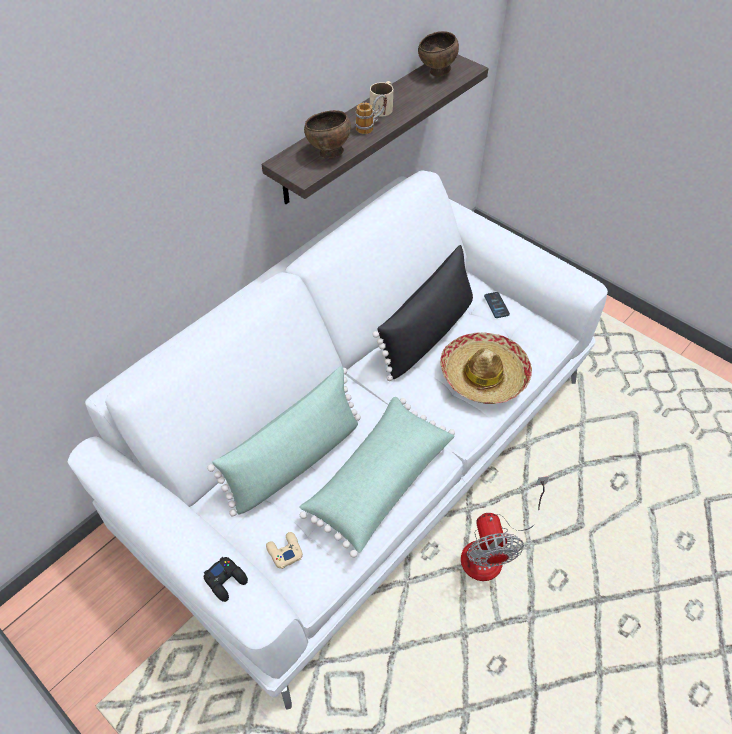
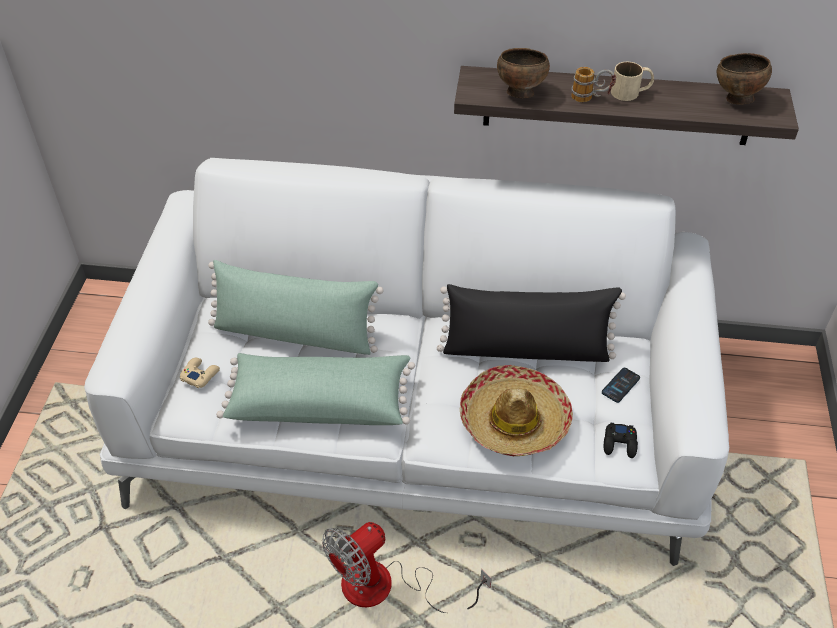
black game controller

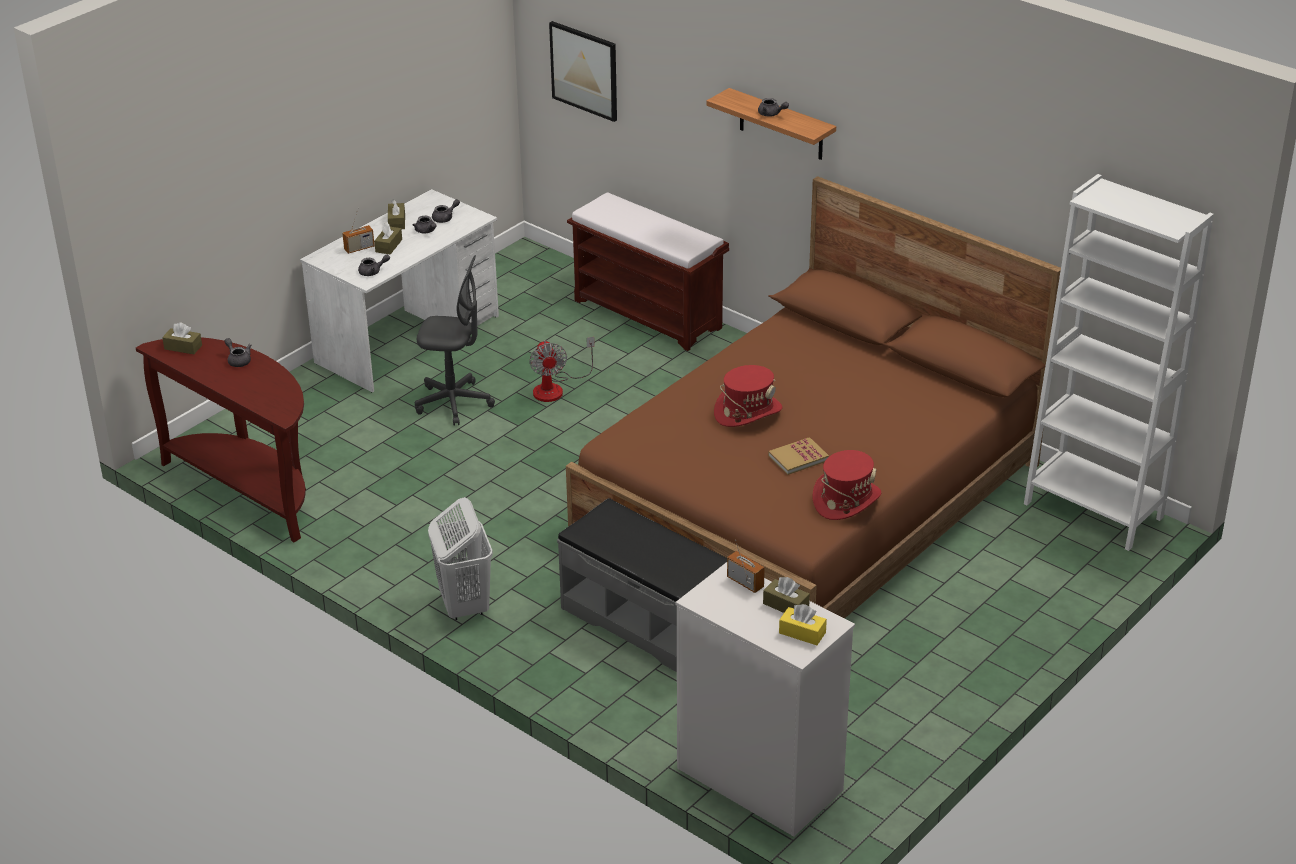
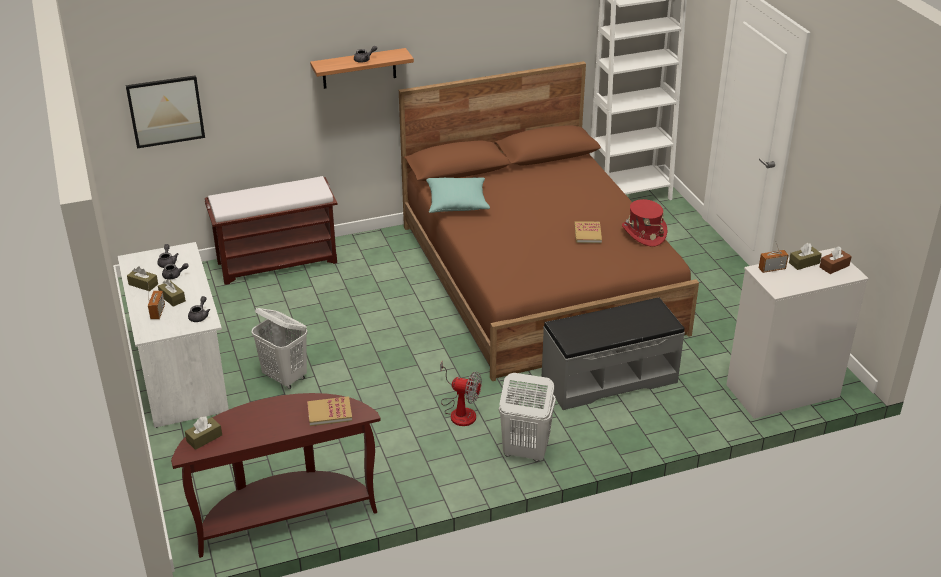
grey teapot (1st from left in the first image); white laundry basket (1st from left); fan; red hat (1st from left in the first image); brown tissue box (5th from left); book (1st from left); turquoise pillow

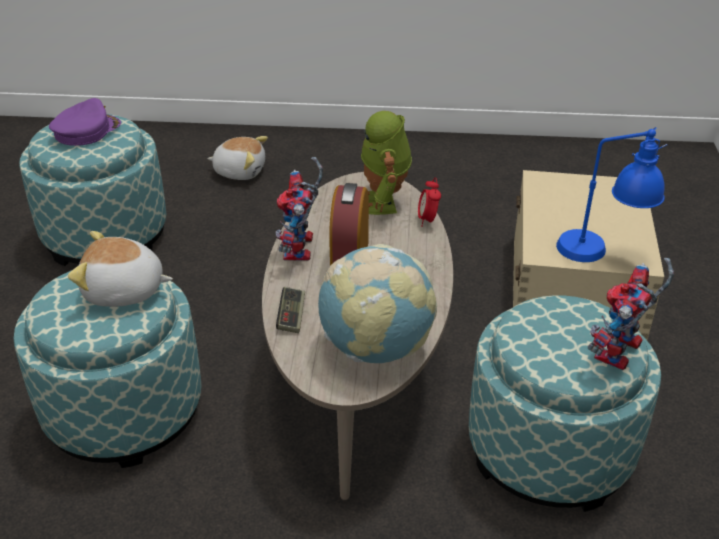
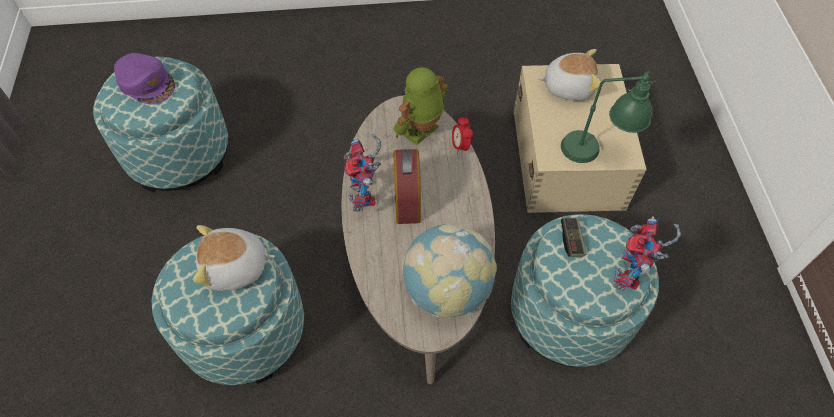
purple cap; plush toy (2nd from left); game controller; toy robot (2nd from left); green table lamp

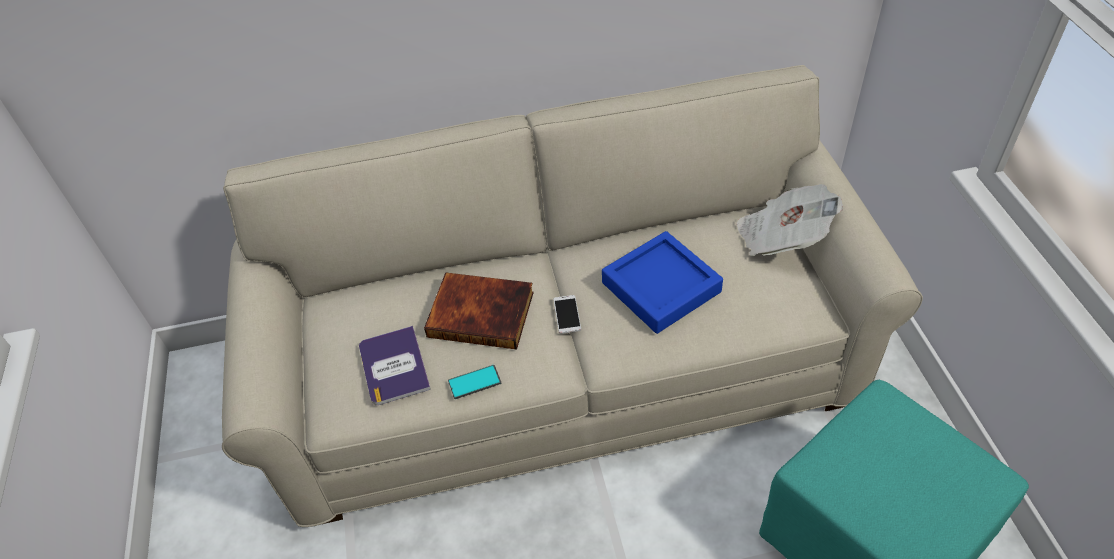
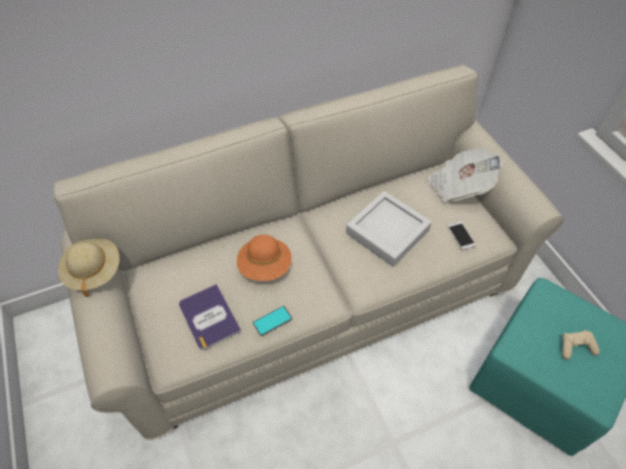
orange hat; phone (2nd from left); grey tray; beige hat; beige game controller

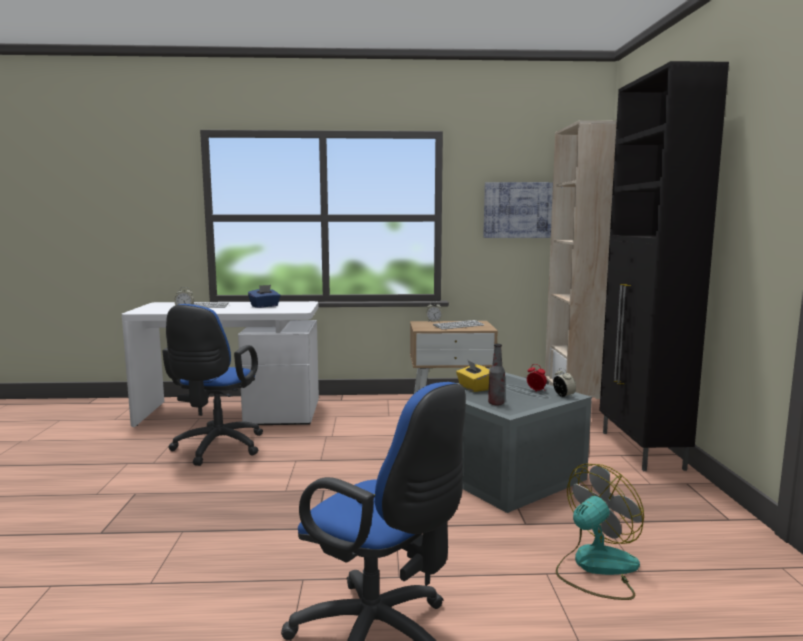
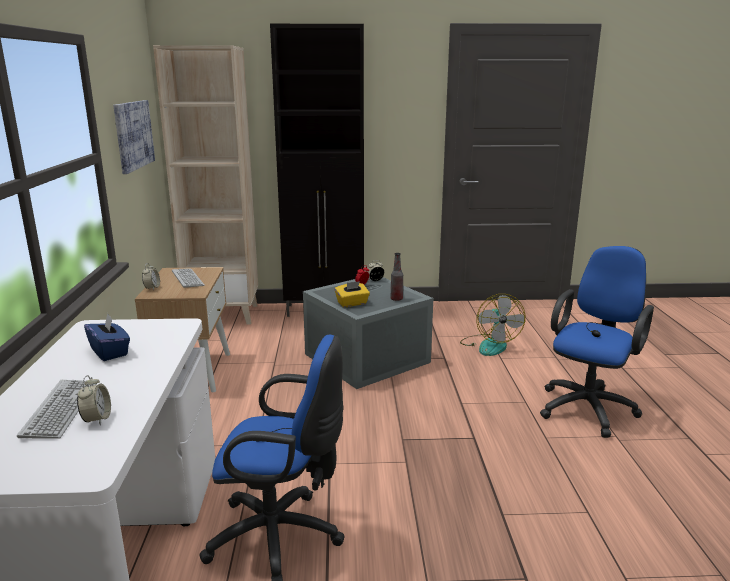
fan

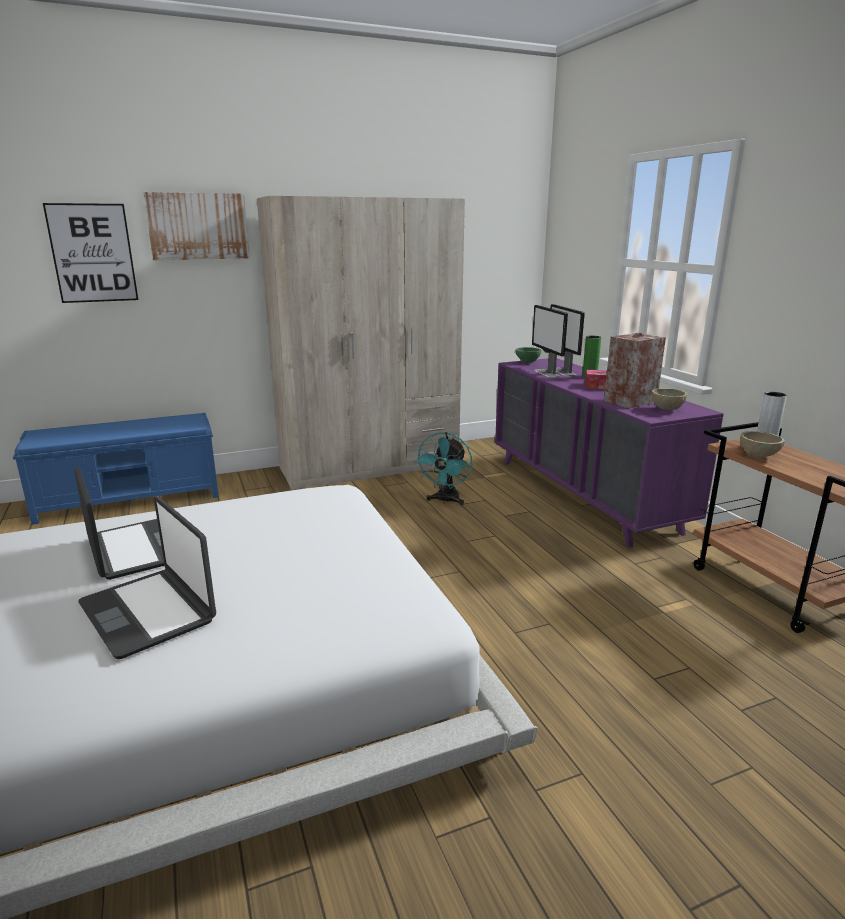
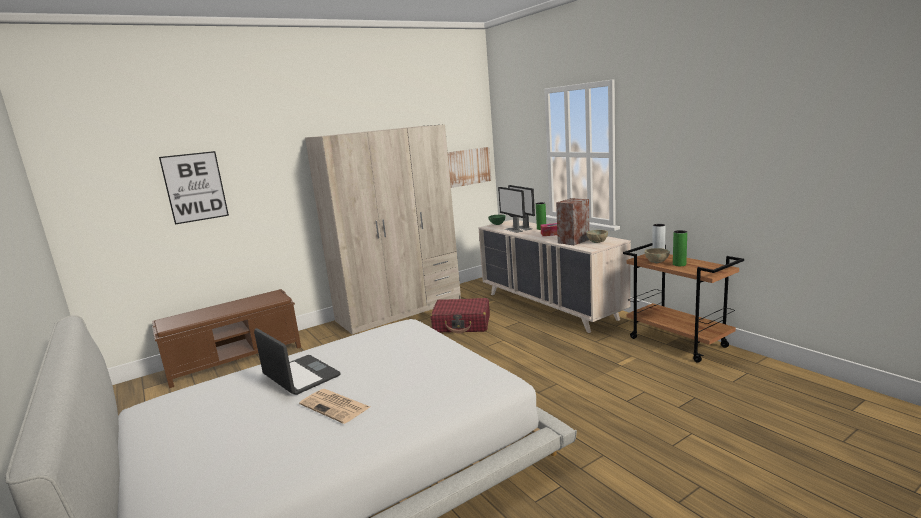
brown bench; newspaper; picture (2nd from left); red suitcase; beige dresser; green vase (2nd from left)

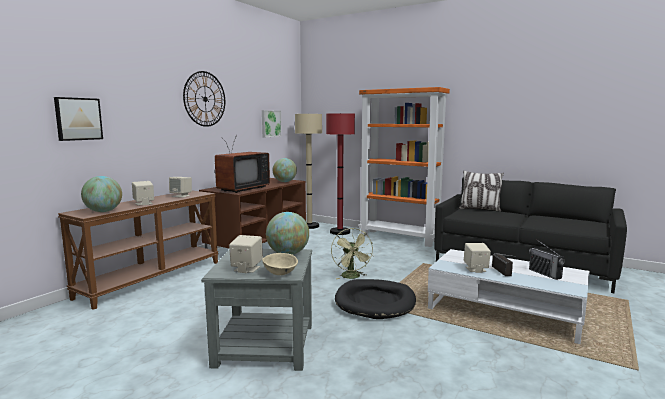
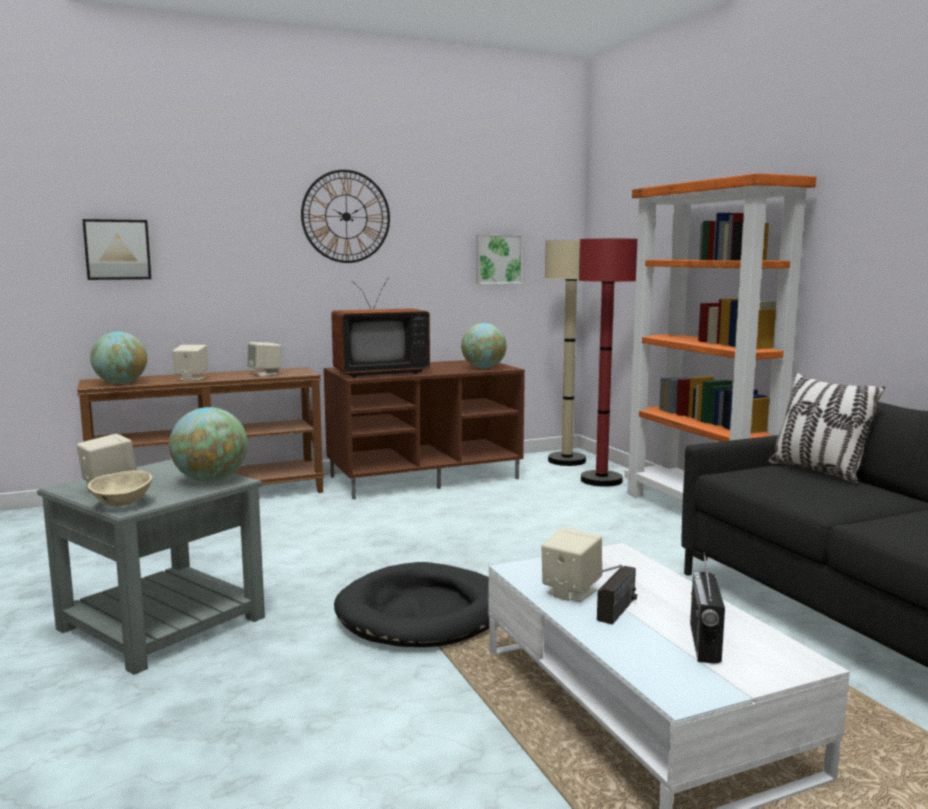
green fan

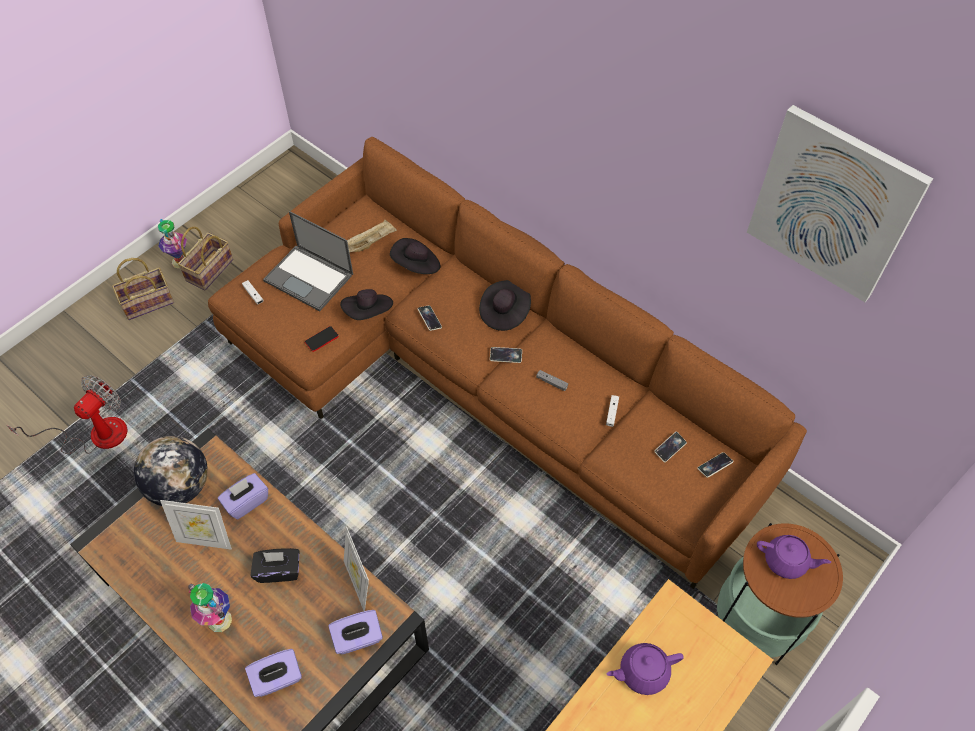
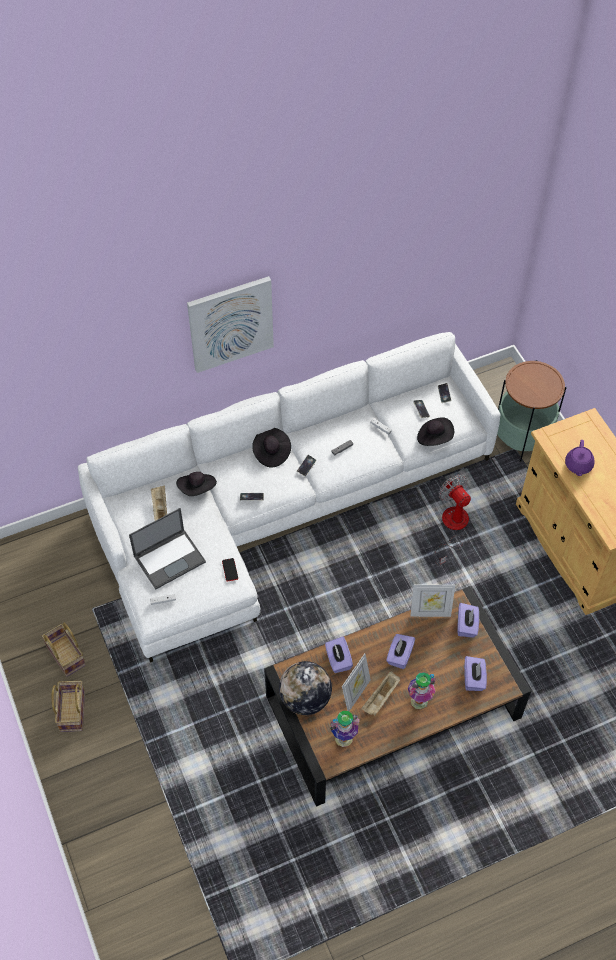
fan; vase (1st from left); white sofa; purple tissue box (2nd from left); black hat (3rd from left); picture; purple teapot (2nd from left in the first image); beige tray (2nd from left)

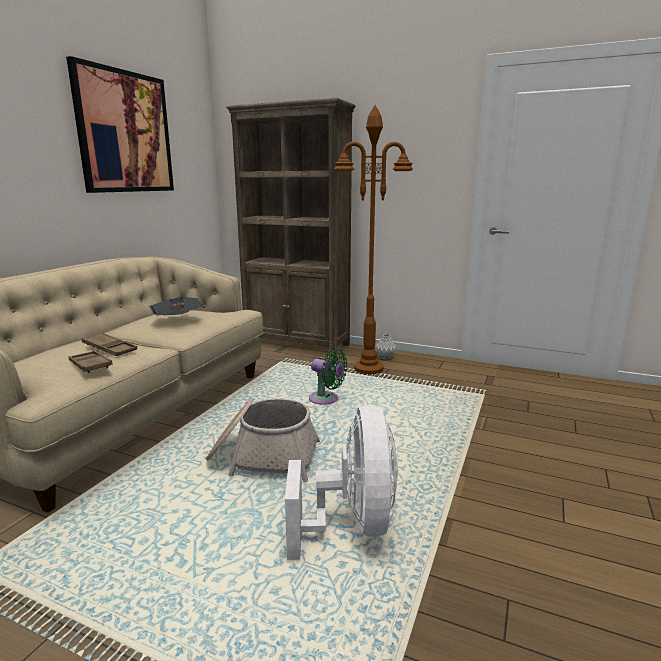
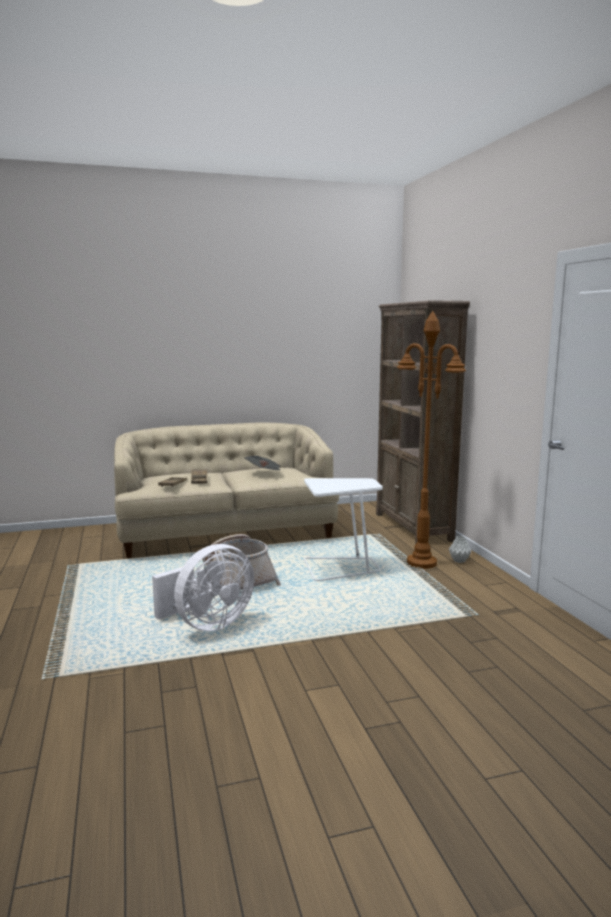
picture; white side table

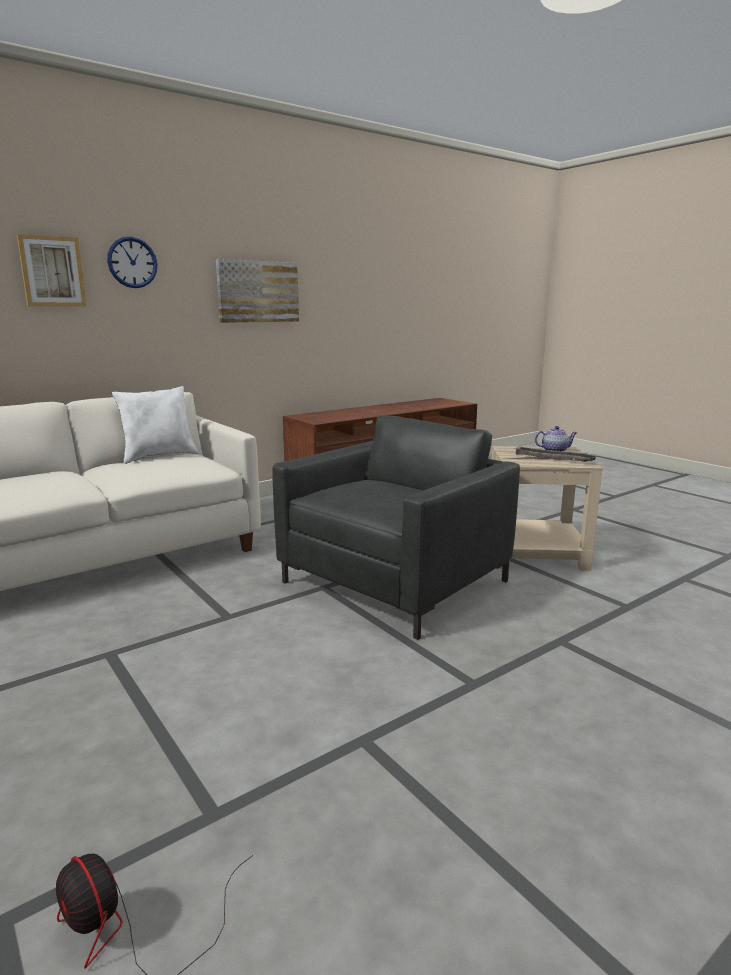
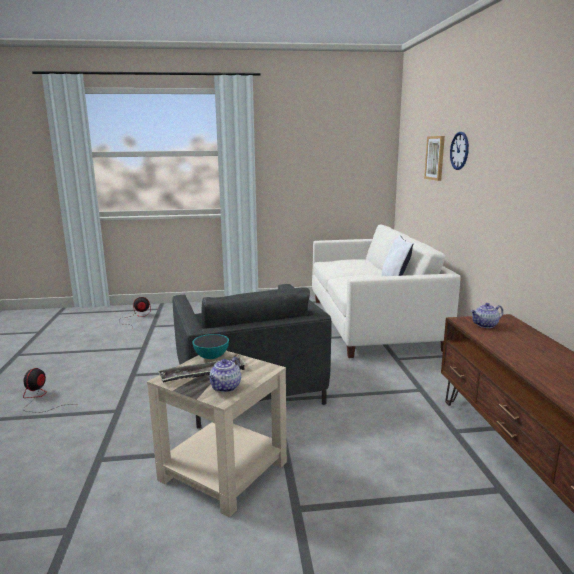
picture (2nd from left in the first image); fan (1st from left); bowl; teapot (2nd from left)

